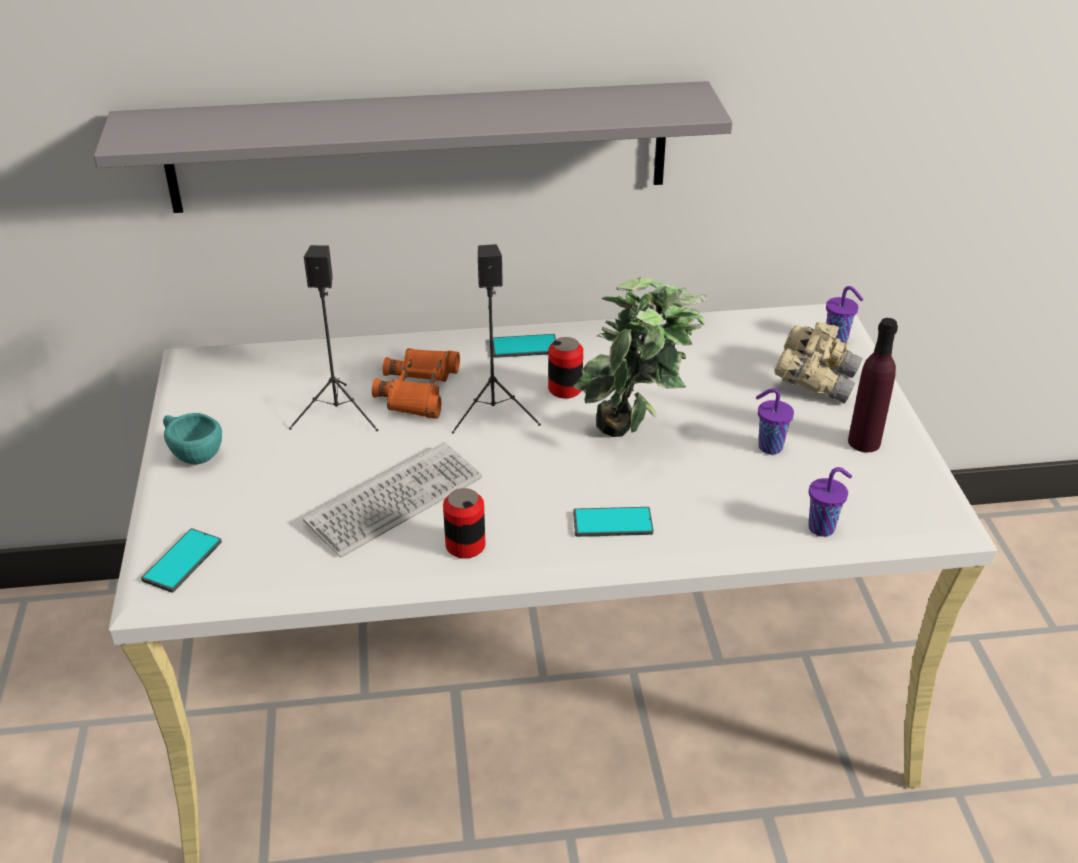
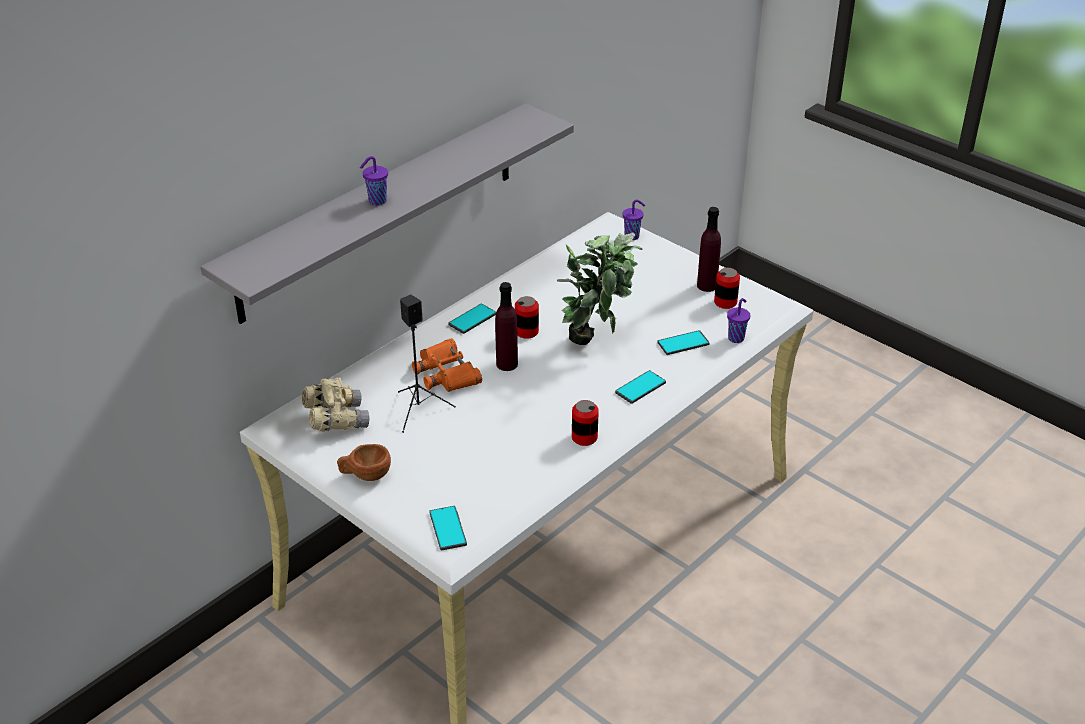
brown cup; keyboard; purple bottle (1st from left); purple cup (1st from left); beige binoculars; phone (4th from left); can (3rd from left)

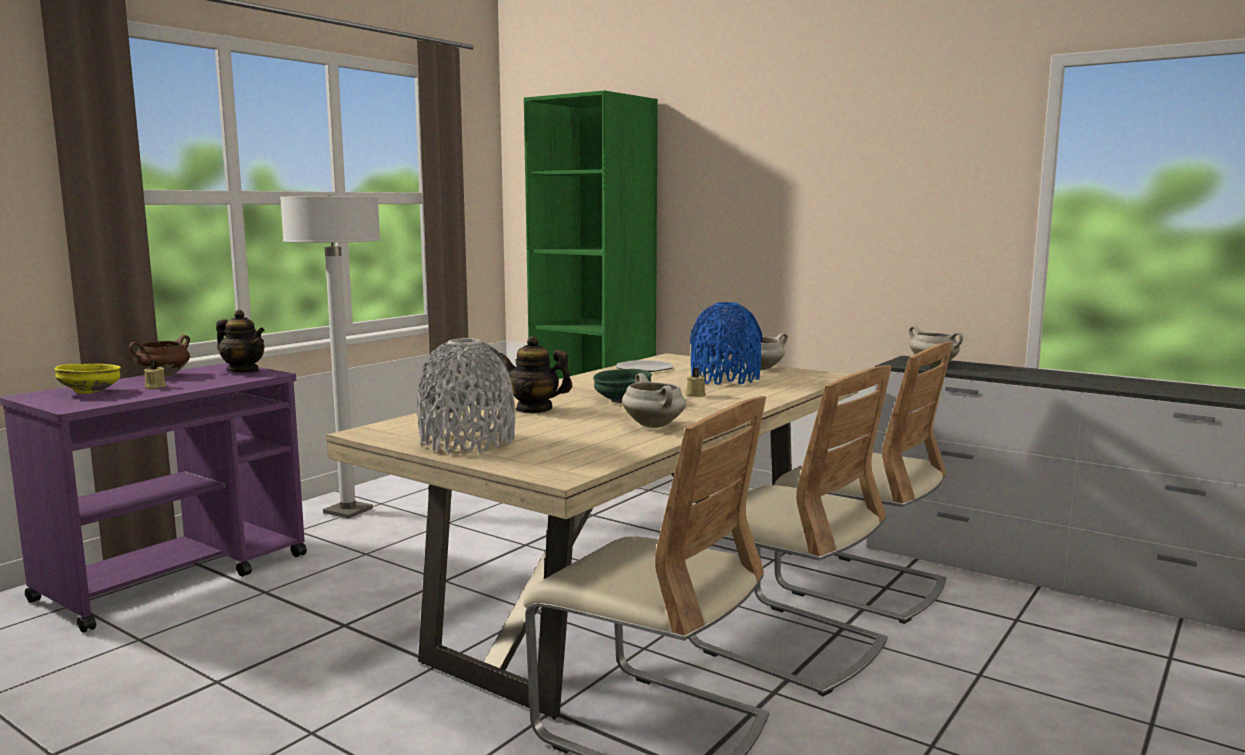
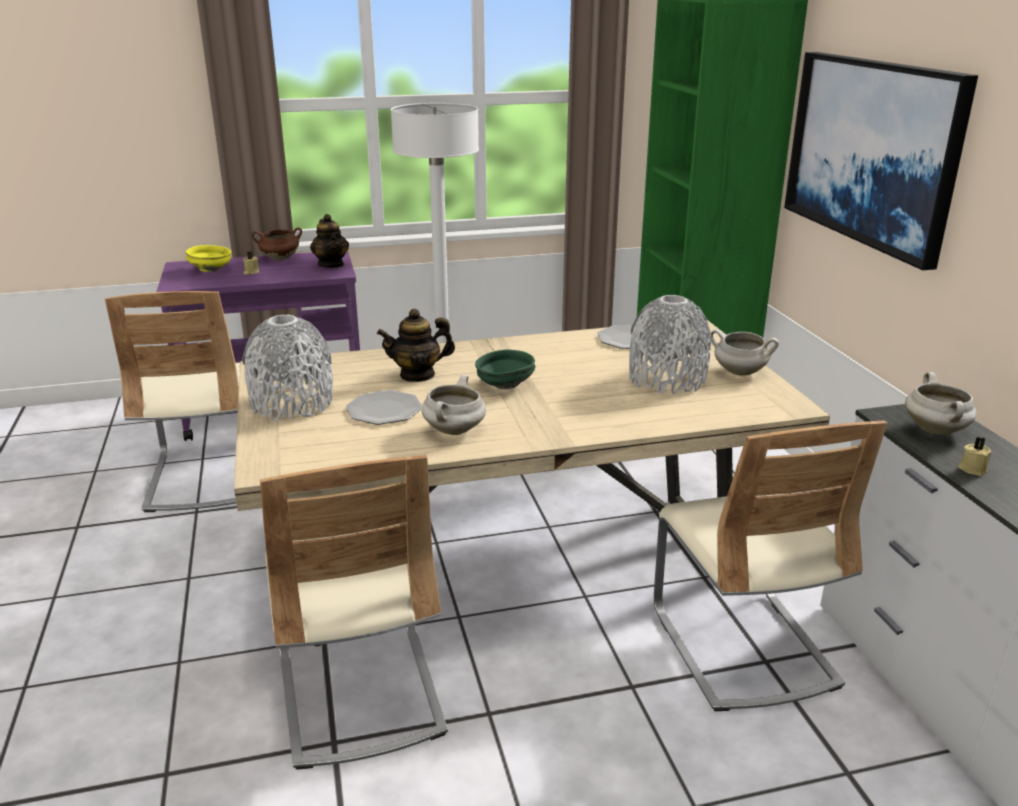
teapot (2nd from left); beige candle (2nd from left); beige chair (1st from left); grey vase (2nd from left); plate (1st from left); picture

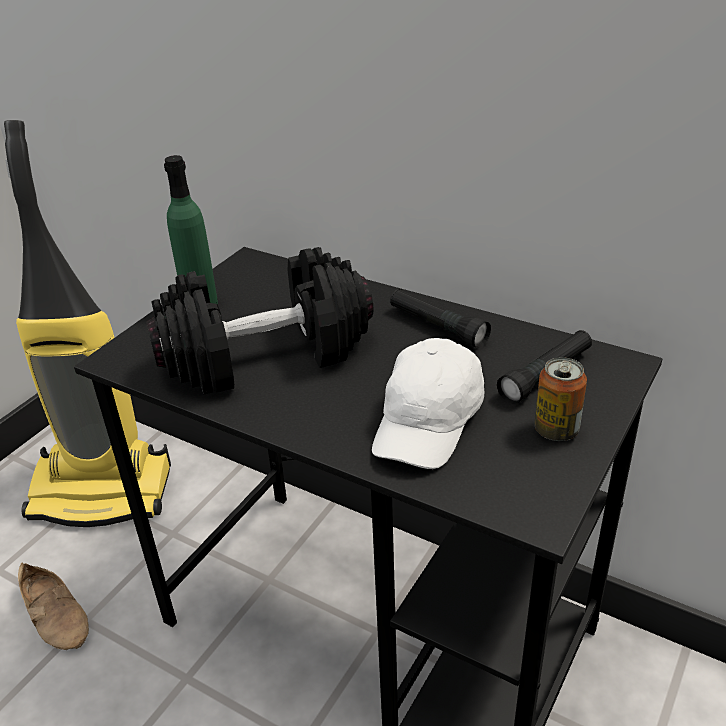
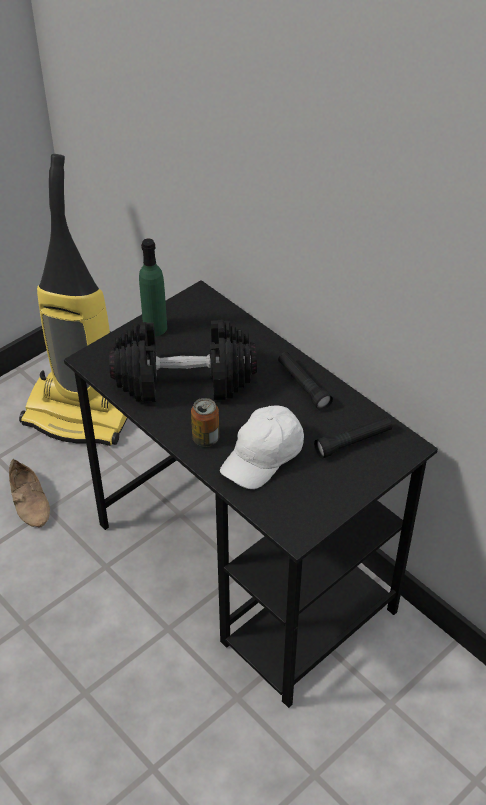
can

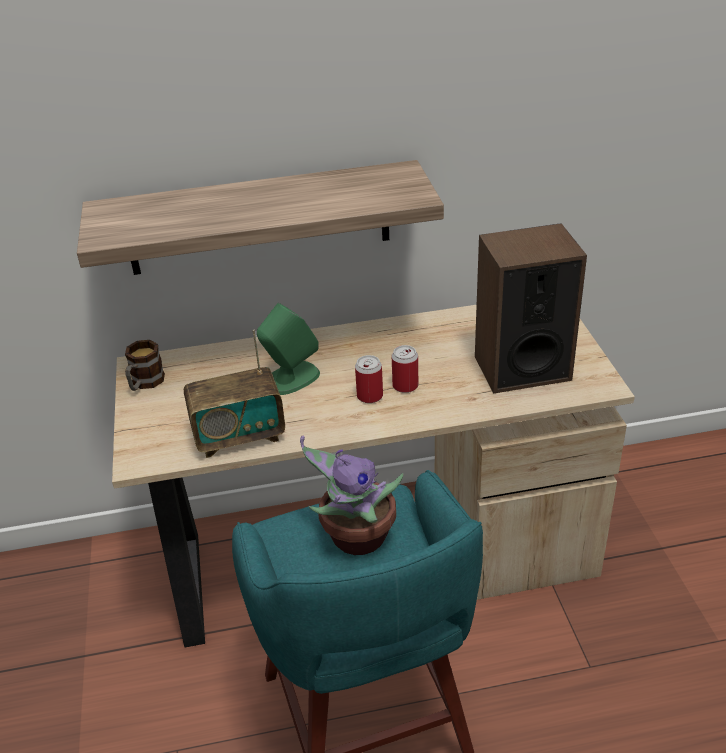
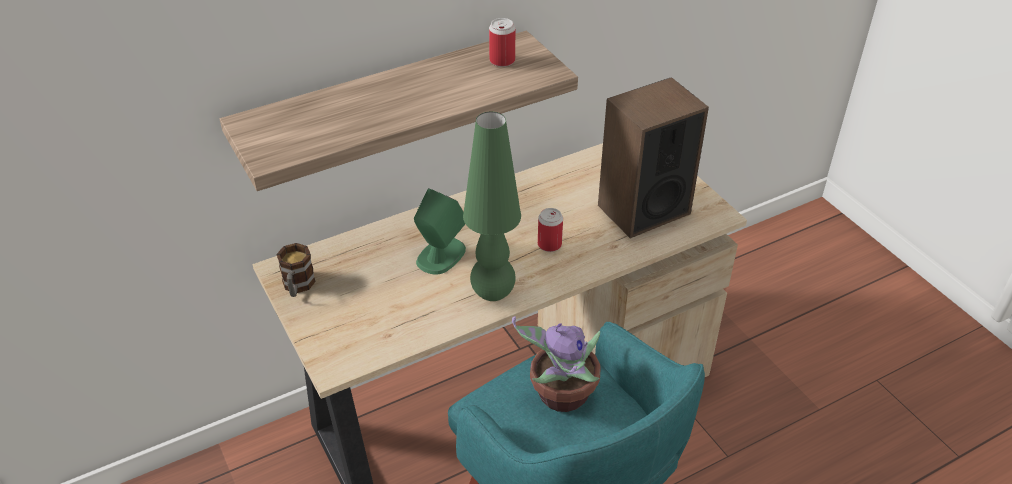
radio; can (1st from left); green table lamp

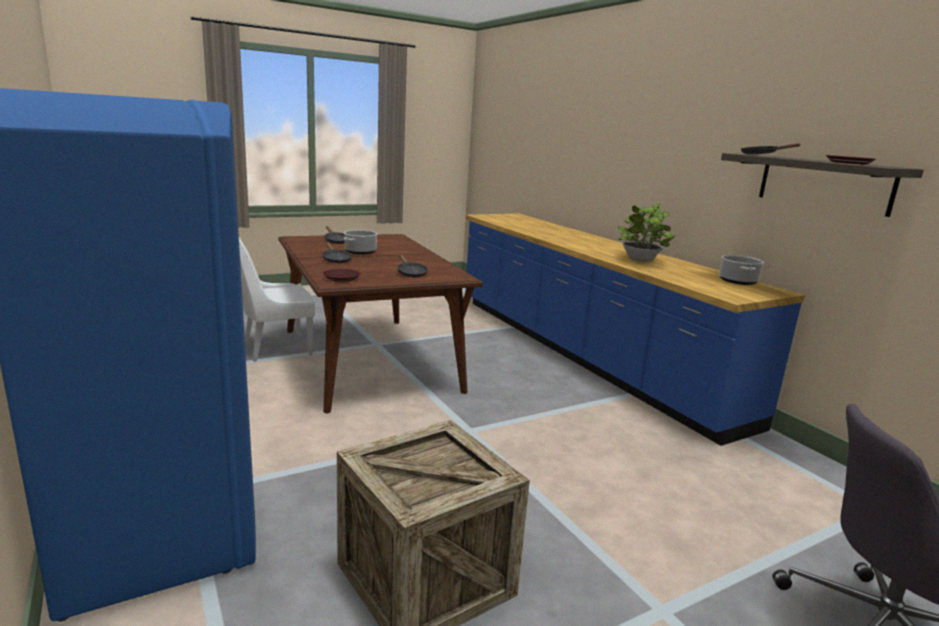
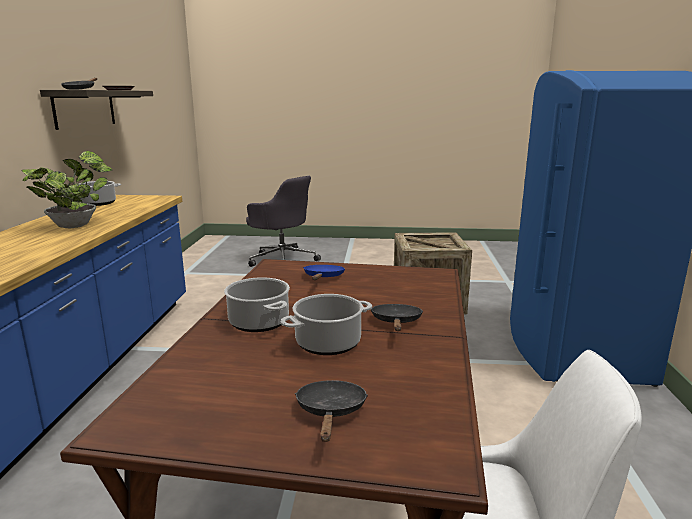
brown plate (1st from left in the first image); blue frying pan; cooking pot (2nd from left)

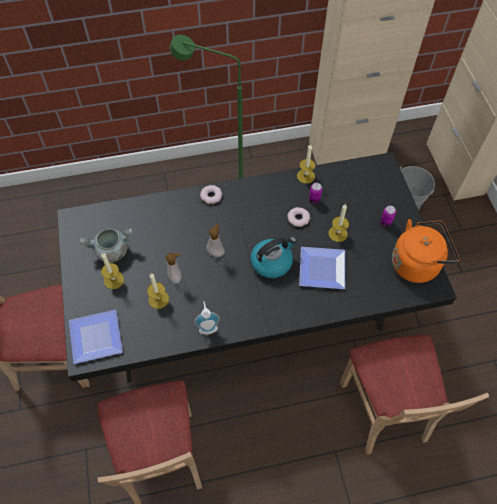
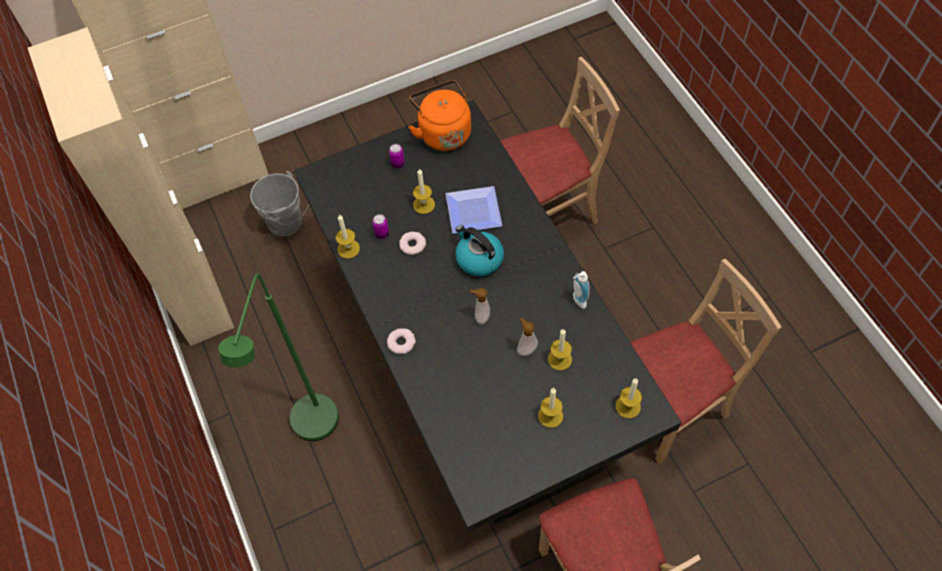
candle (5th from left); grey cooking pot

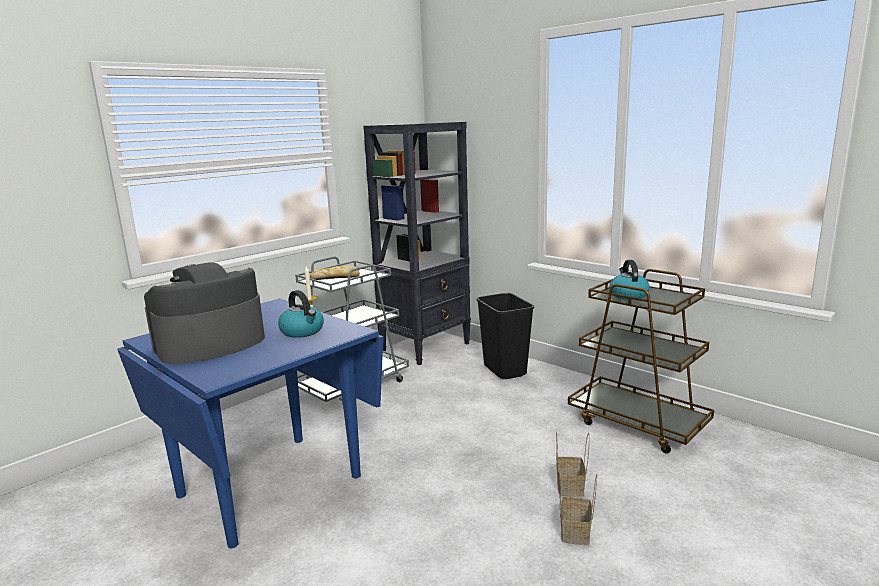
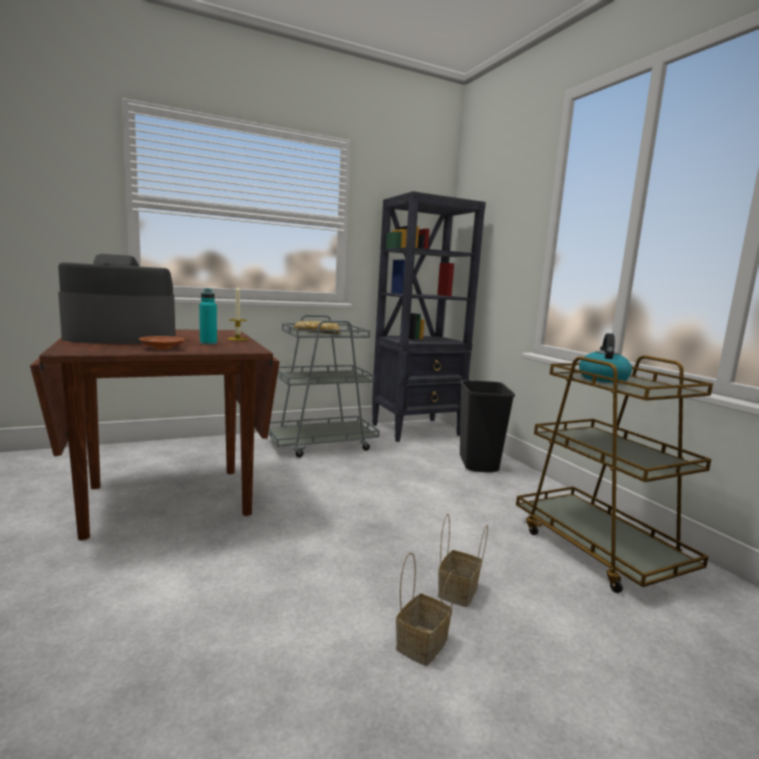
brown dining table; turquoise bottle; brown plate

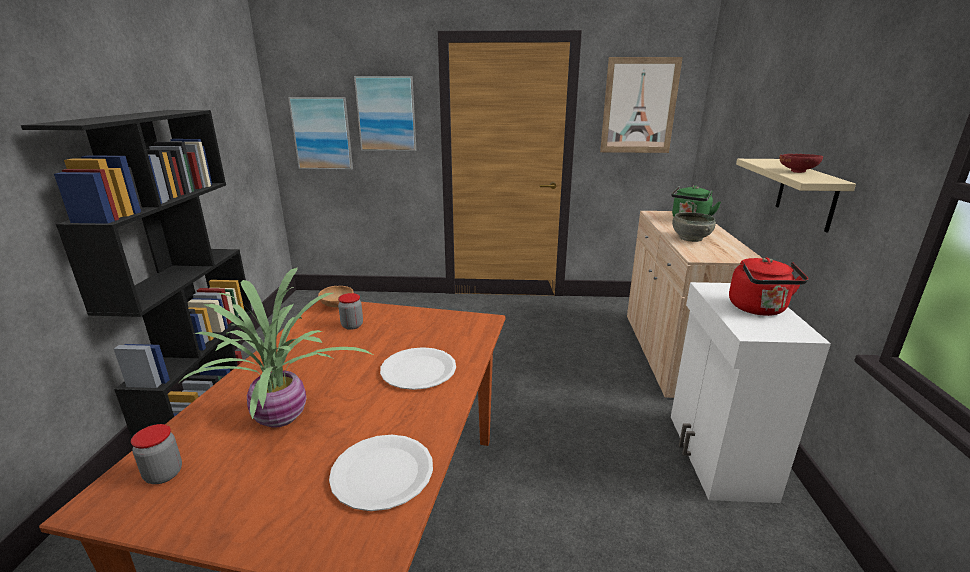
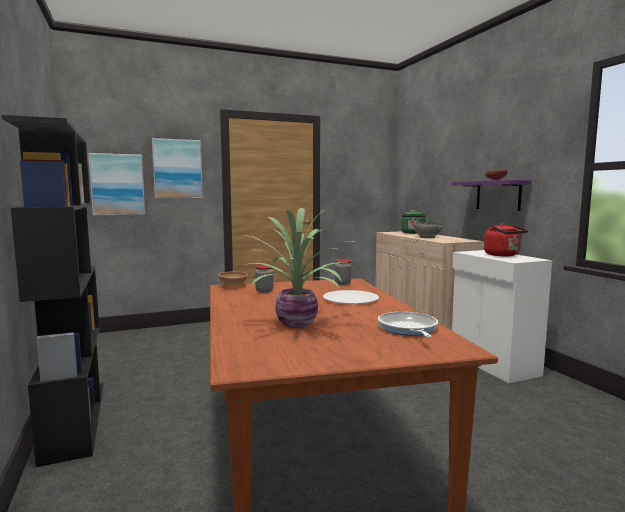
jar (2nd from left); frying pan; picture (3rd from left in the first image); purple shelf

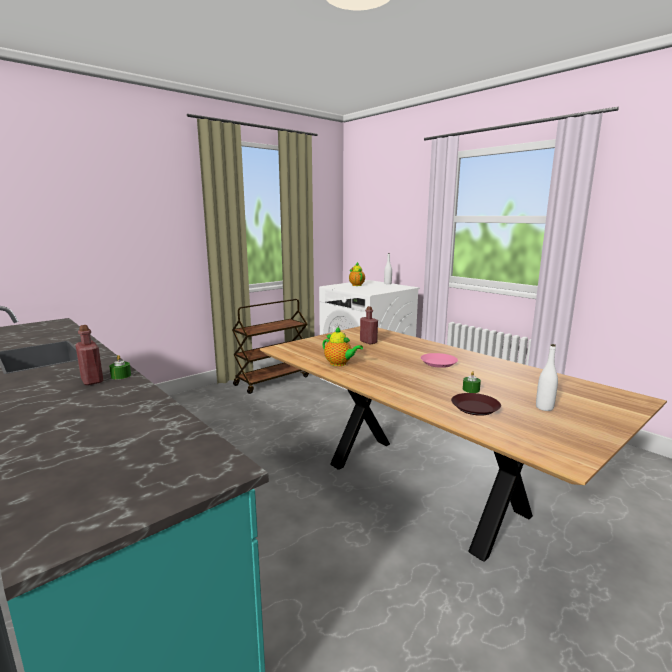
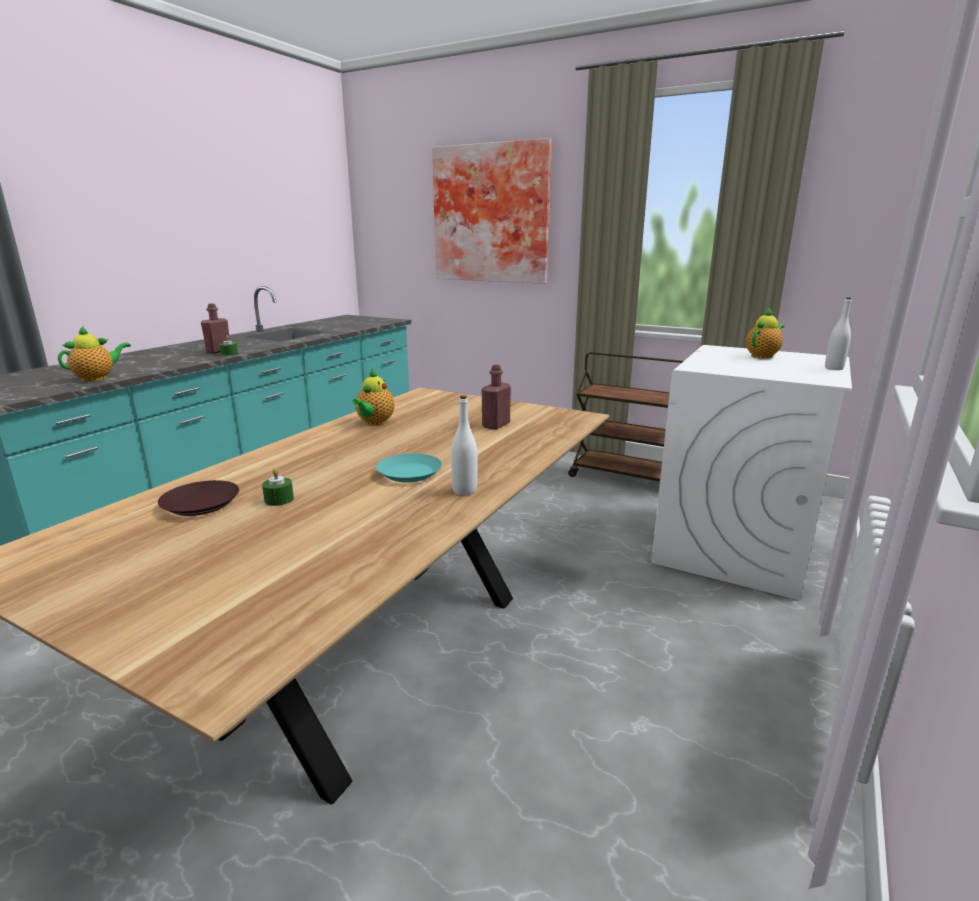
turquoise plate; white bottle (1st from left); teapot (1st from left); picture

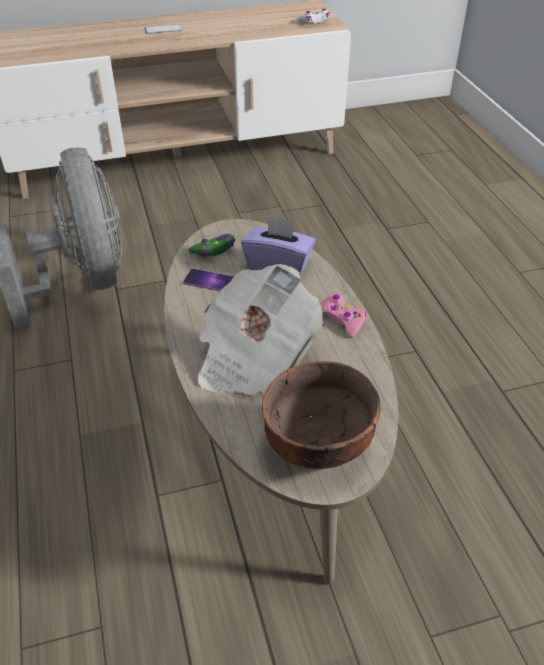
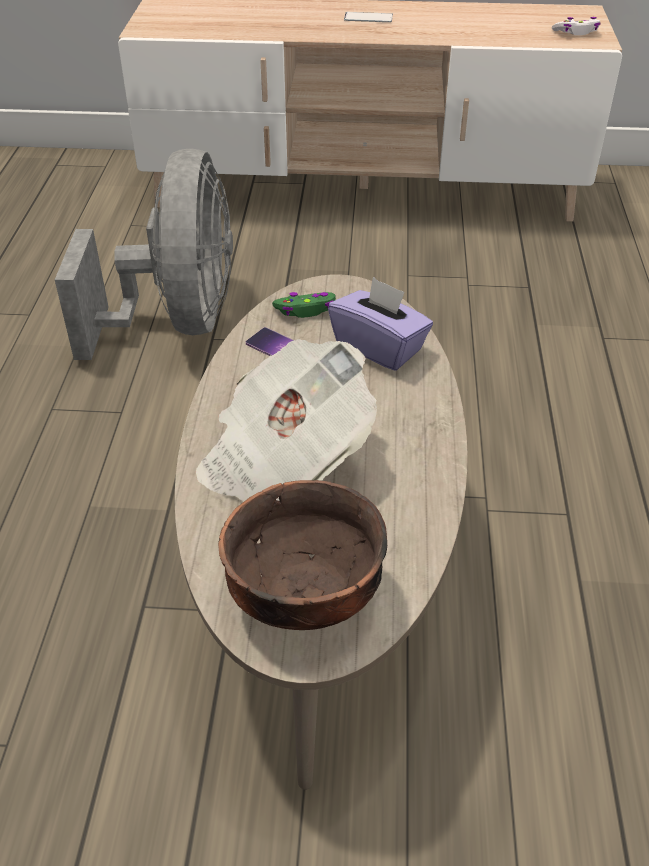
pink game controller

